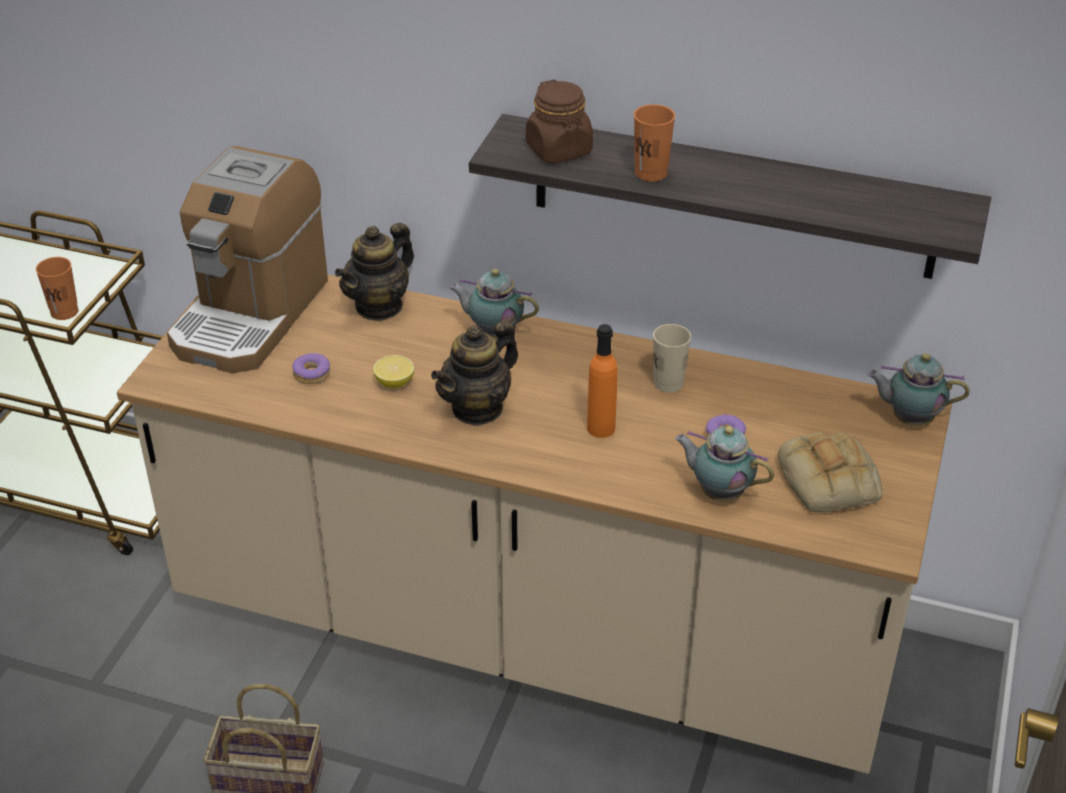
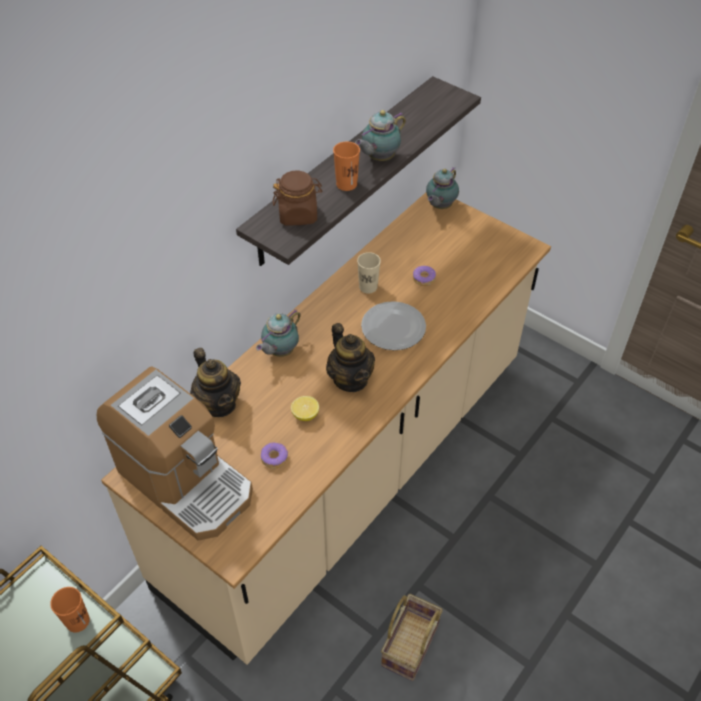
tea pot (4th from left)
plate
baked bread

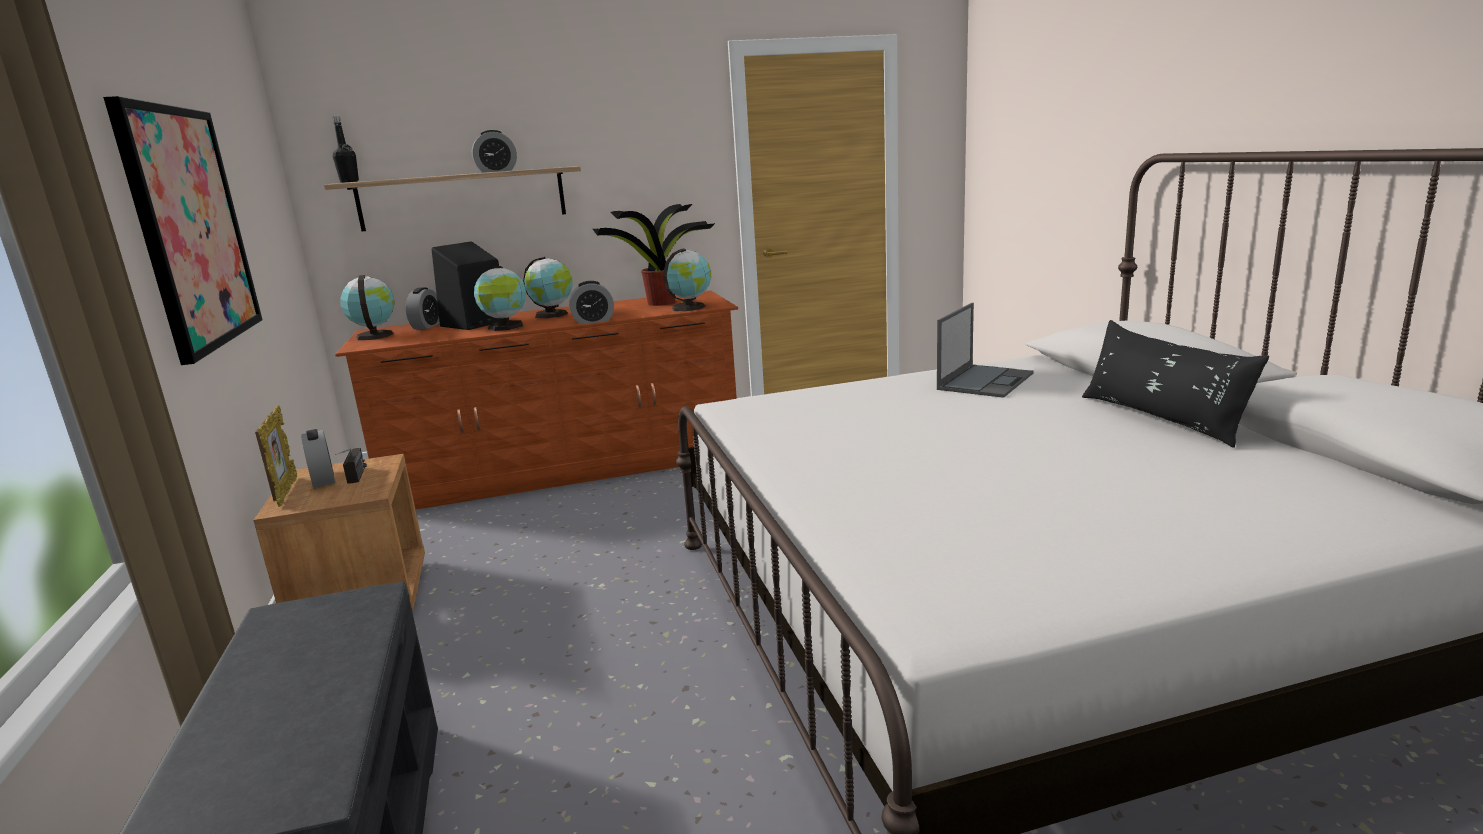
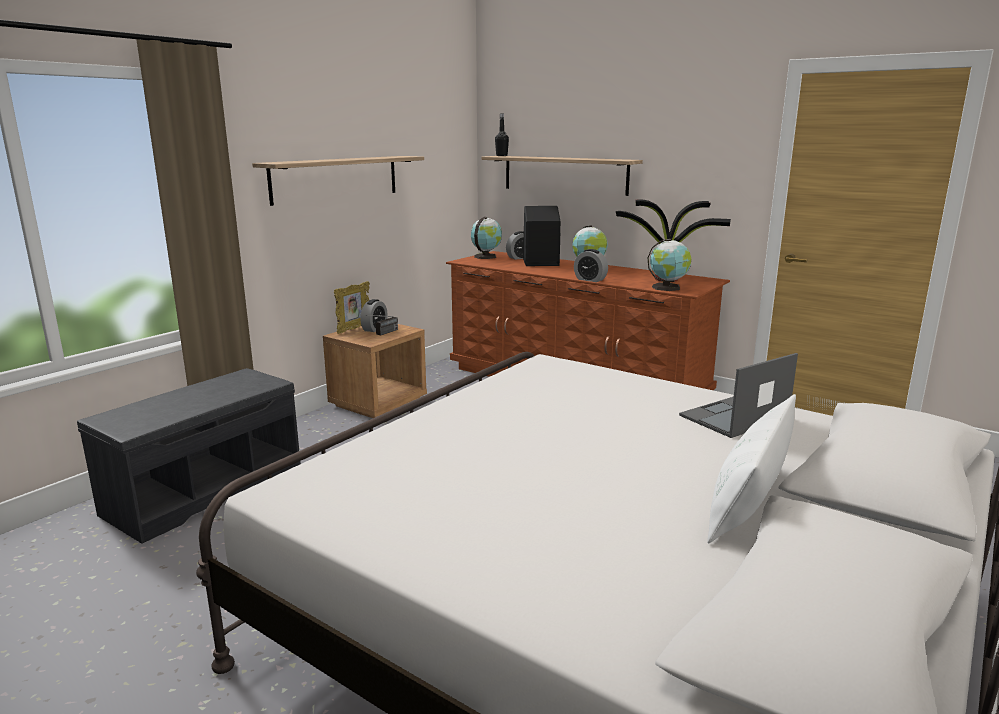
wall shelf (1st from left)
portable computer
white-coloured pillow
bedside clock (3rd from left in the first image)
globe (2nd from left in the first image)

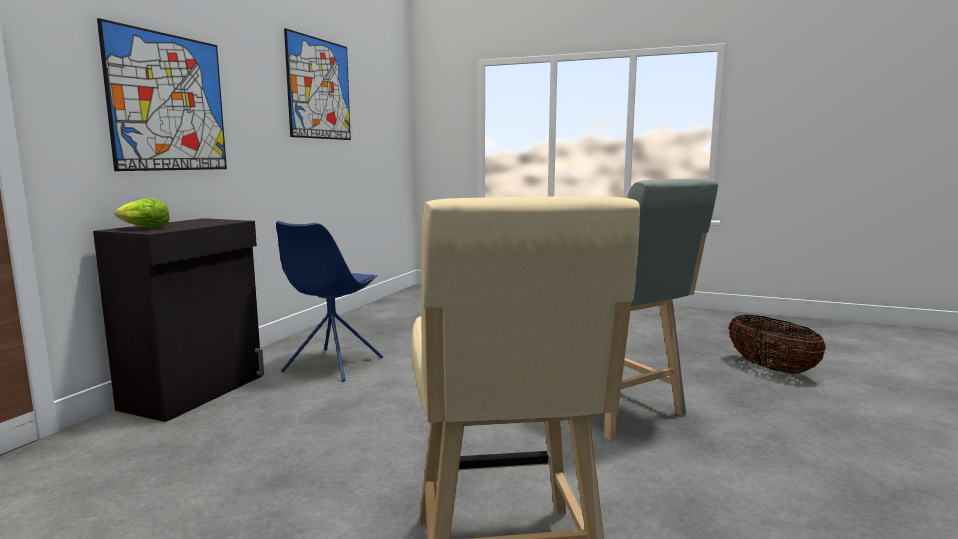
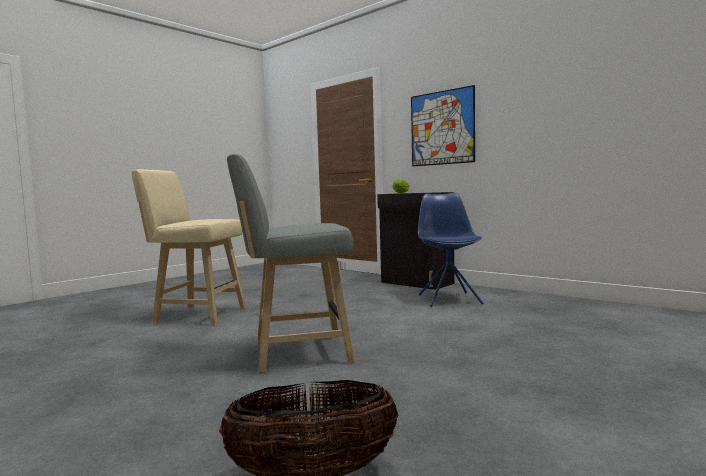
bluish plain chair
wall picture (2nd from left in the first image)

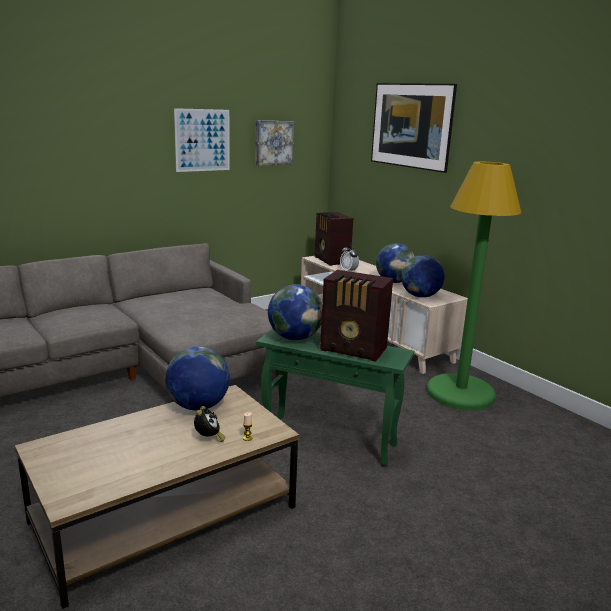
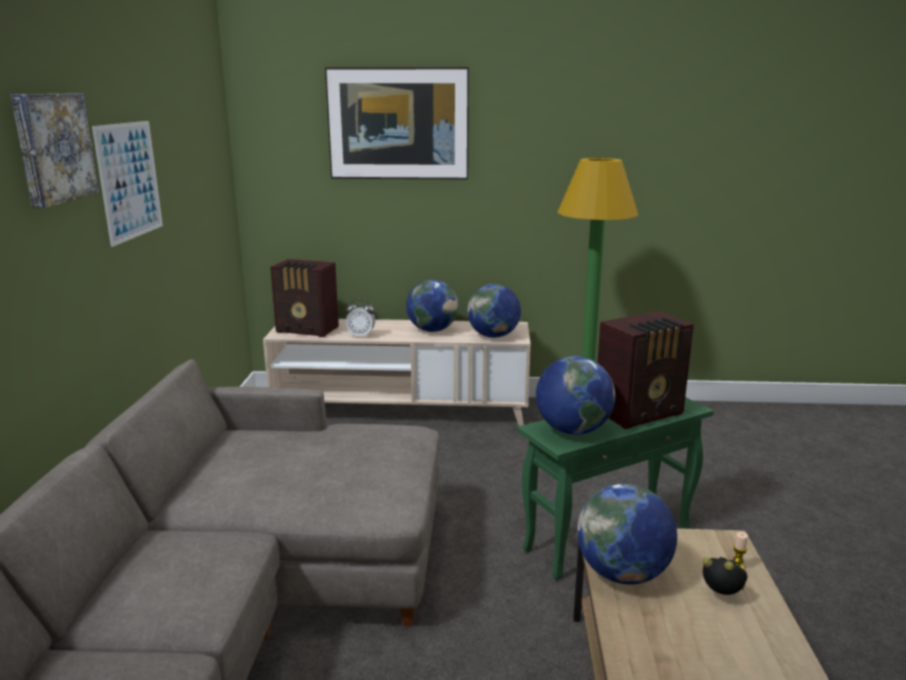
wall picture (1st from left)

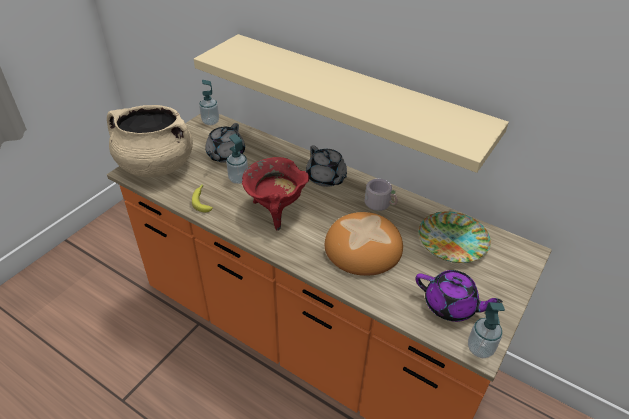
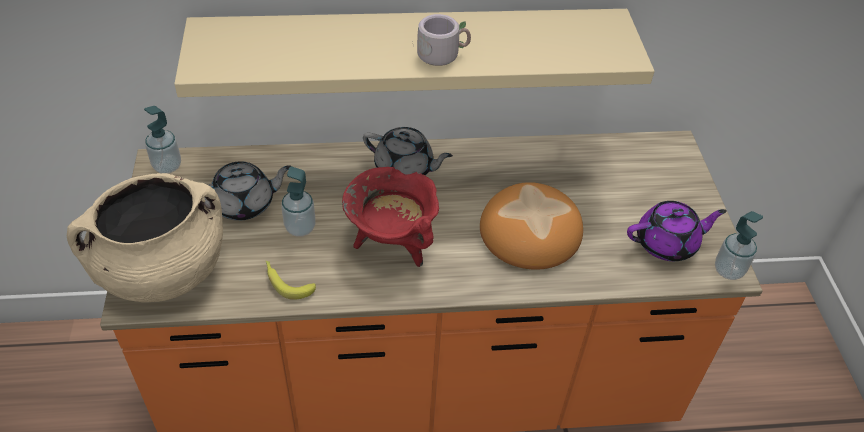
greyish tea pot (1st from left)
greyish tea mug
plate

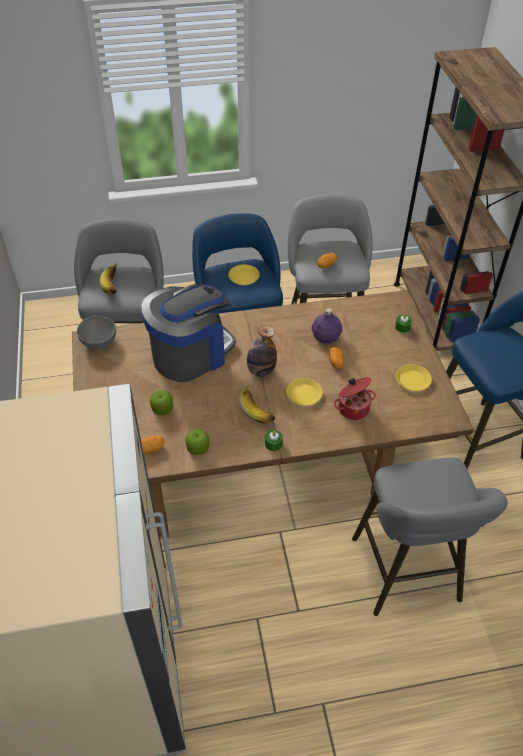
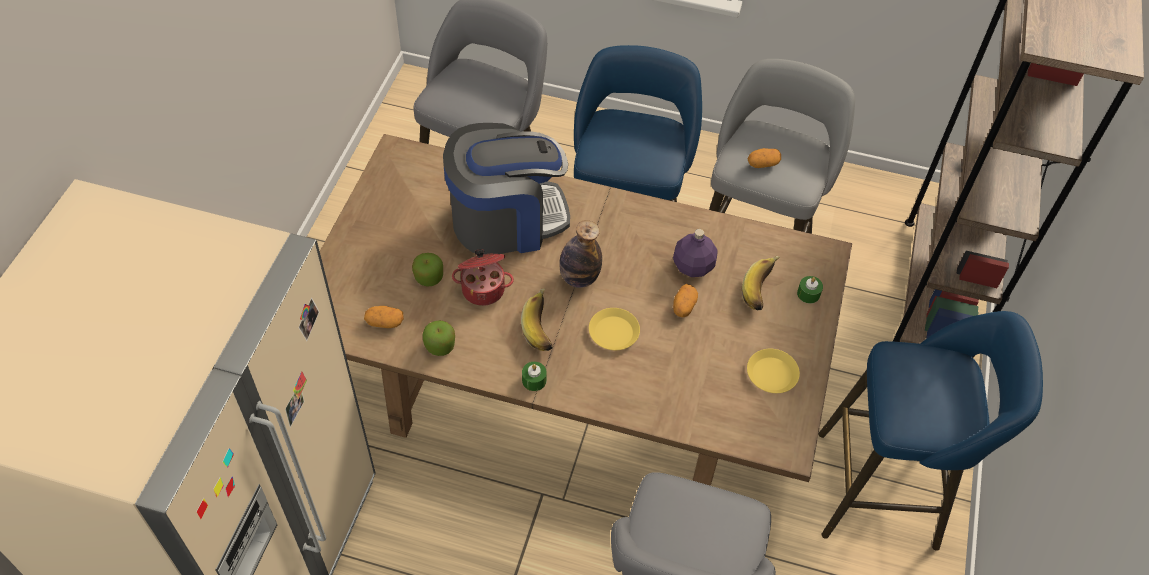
cooking pot
banana fruit (2nd from left)
greyish bowl
yellow plate (1st from left in the first image)

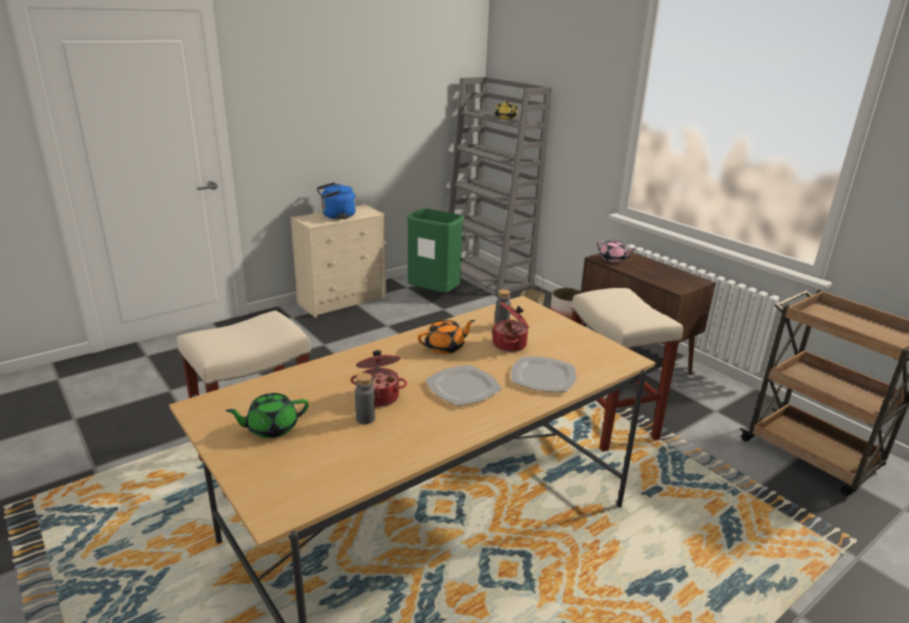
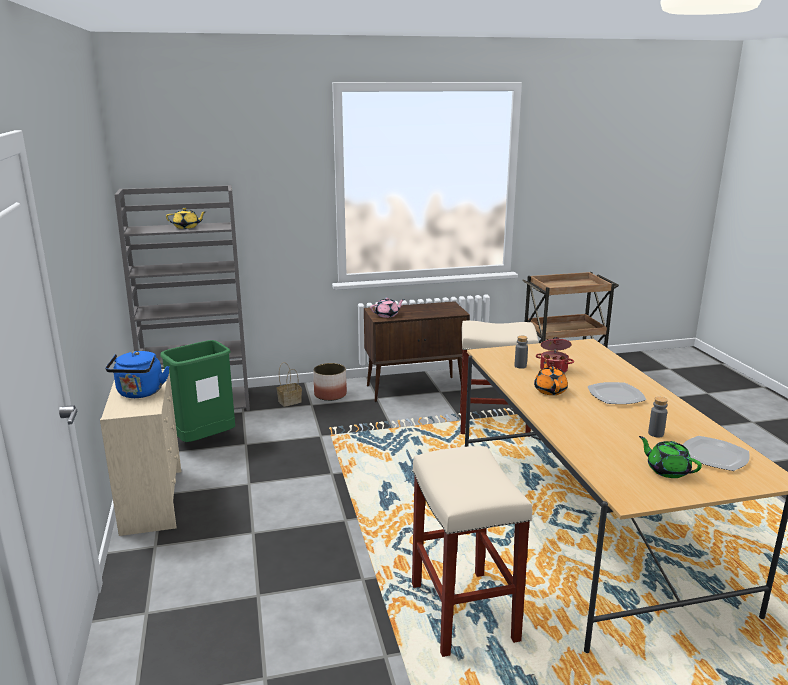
green tea pot
plate (2nd from left)
cooking pot (1st from left in the first image)

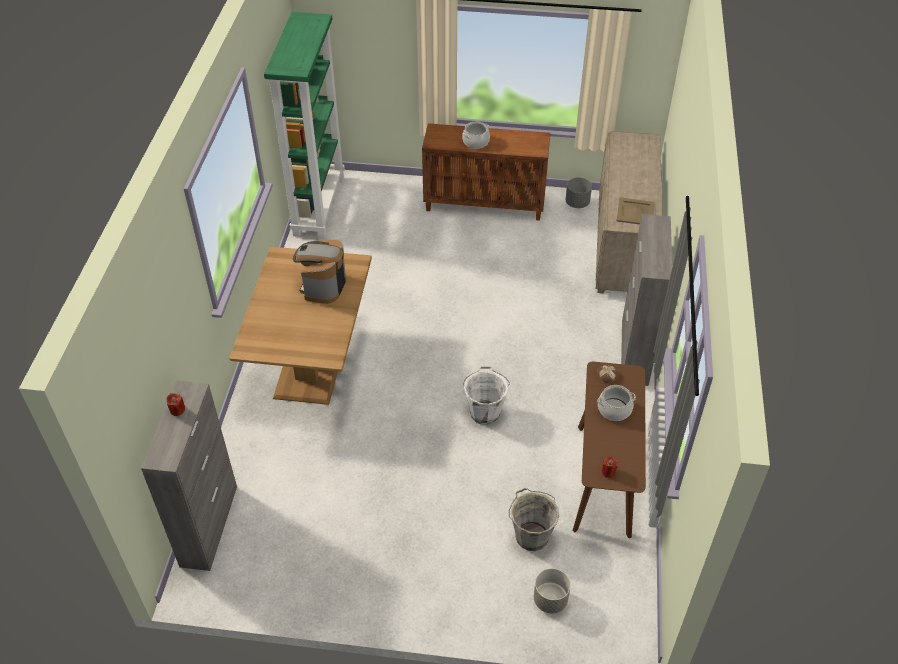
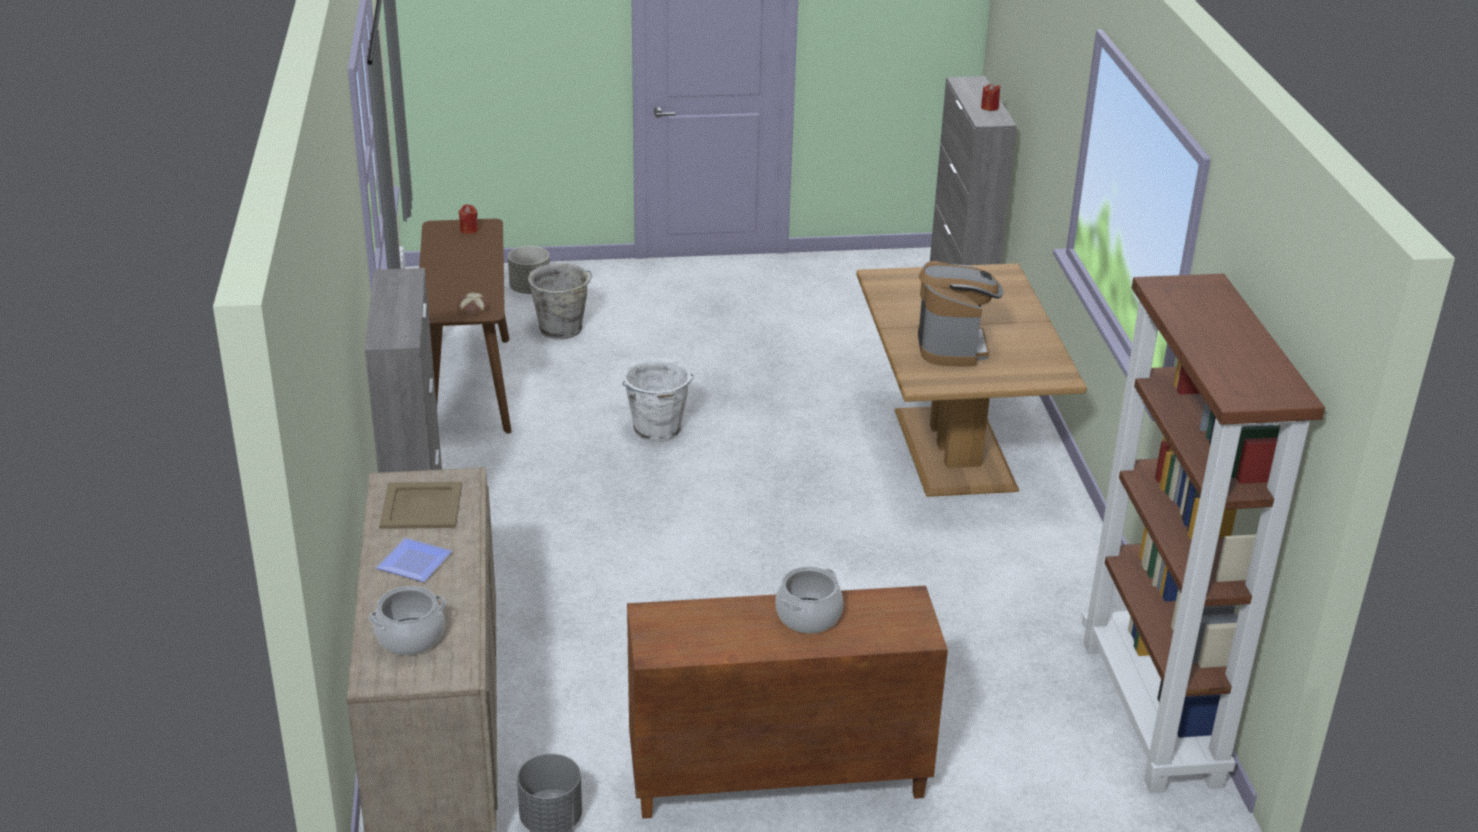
cooking pot (1st from left)
plate
brownish bookcase

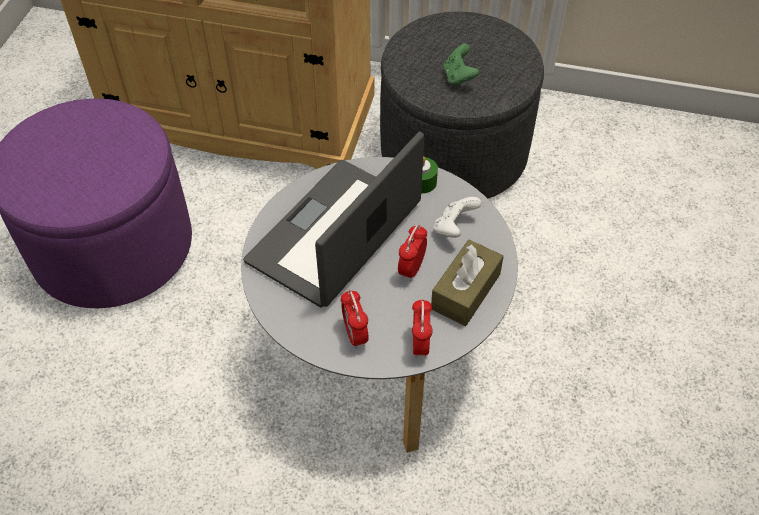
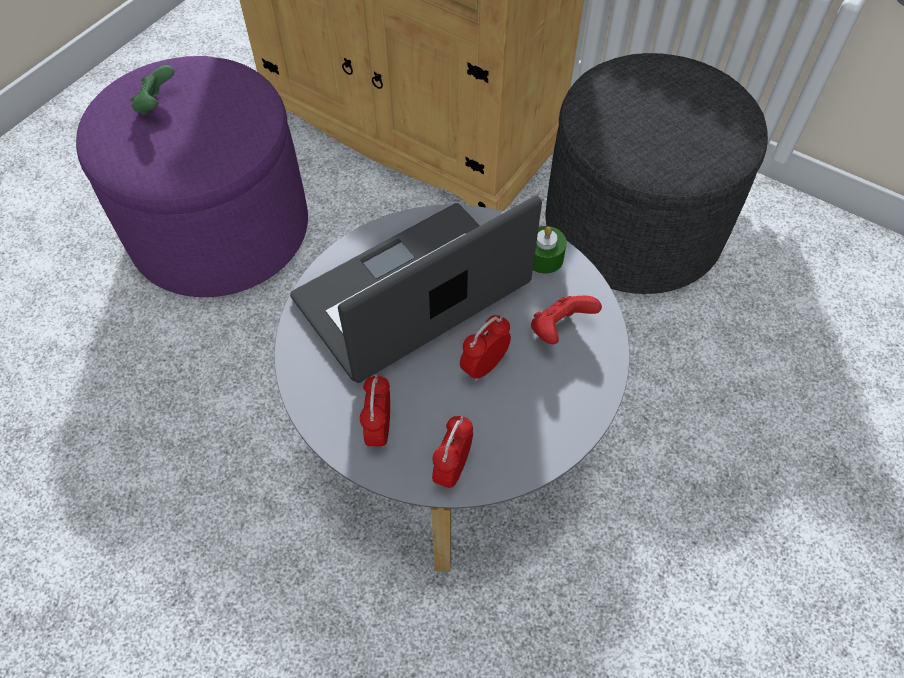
green game controller
red-coloured game controller
brownish tissue box

